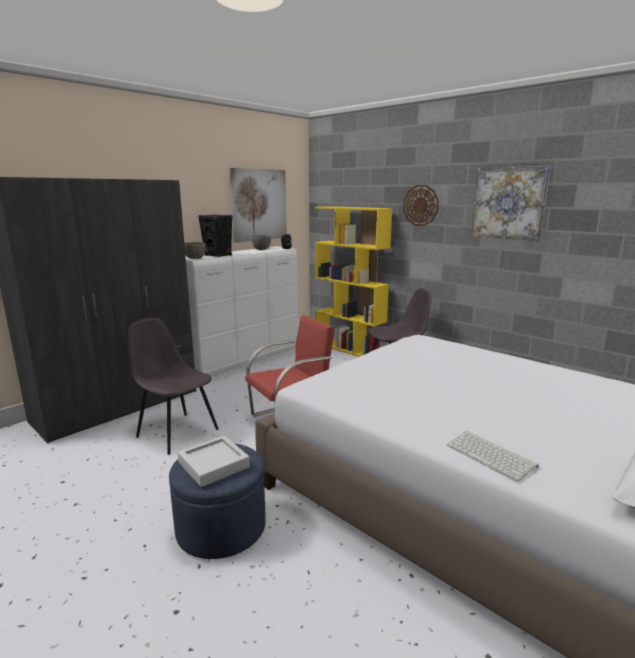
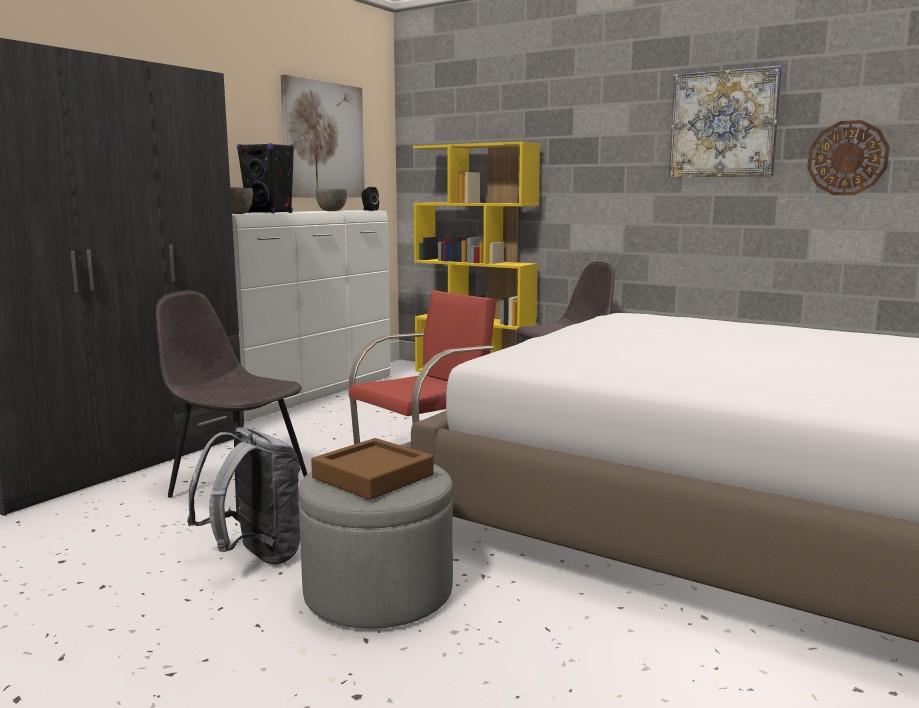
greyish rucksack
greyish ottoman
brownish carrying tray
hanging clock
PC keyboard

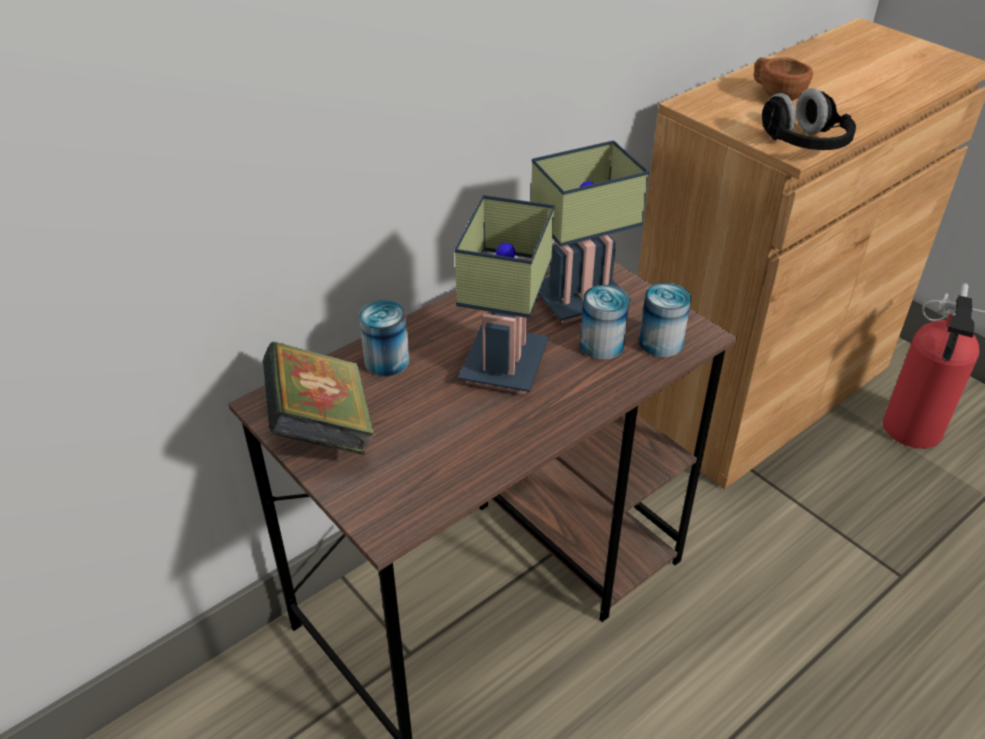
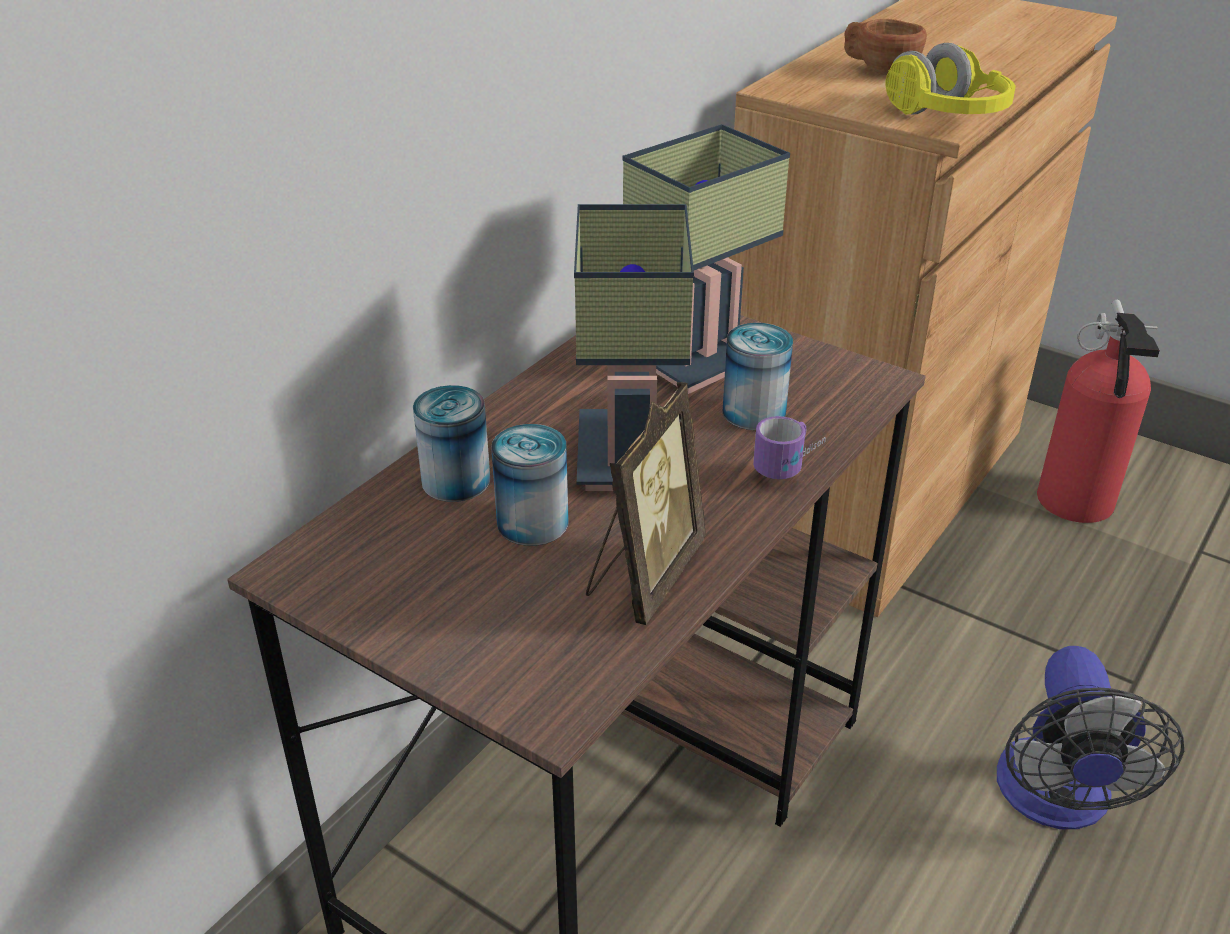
can (2nd from left)
picture frame
tea mug
yellow headphones
fan
book

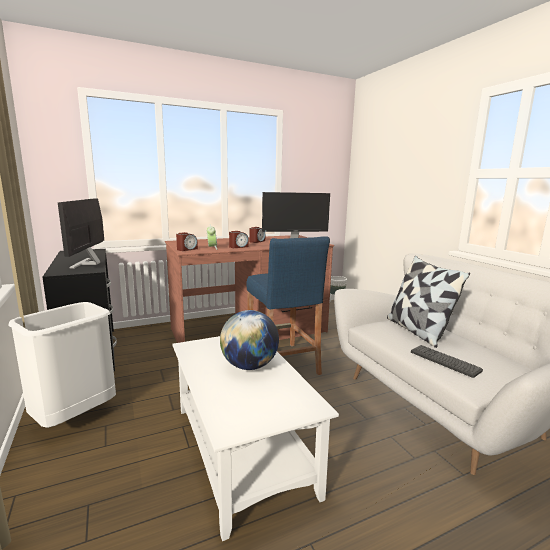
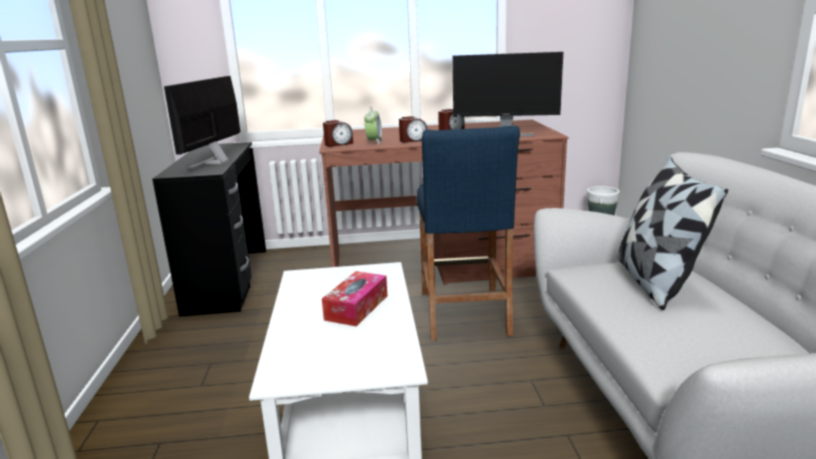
tissue box
white-coloured waste bin
PC keyboard

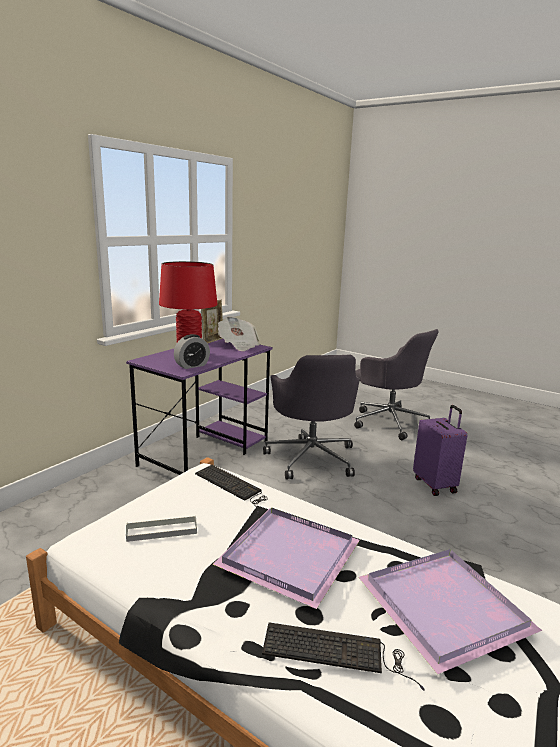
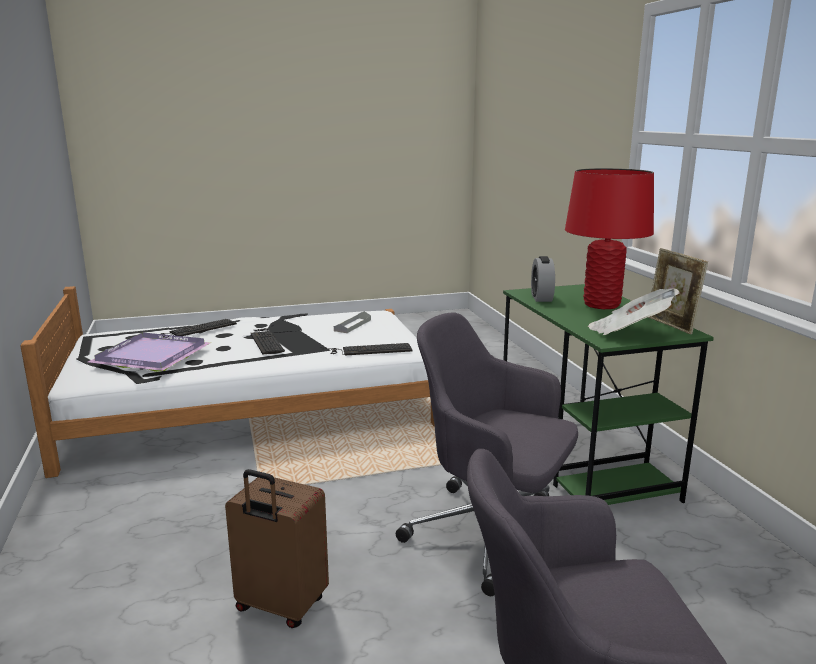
brownish travel case
PC keyboard (2nd from left)
green desk table

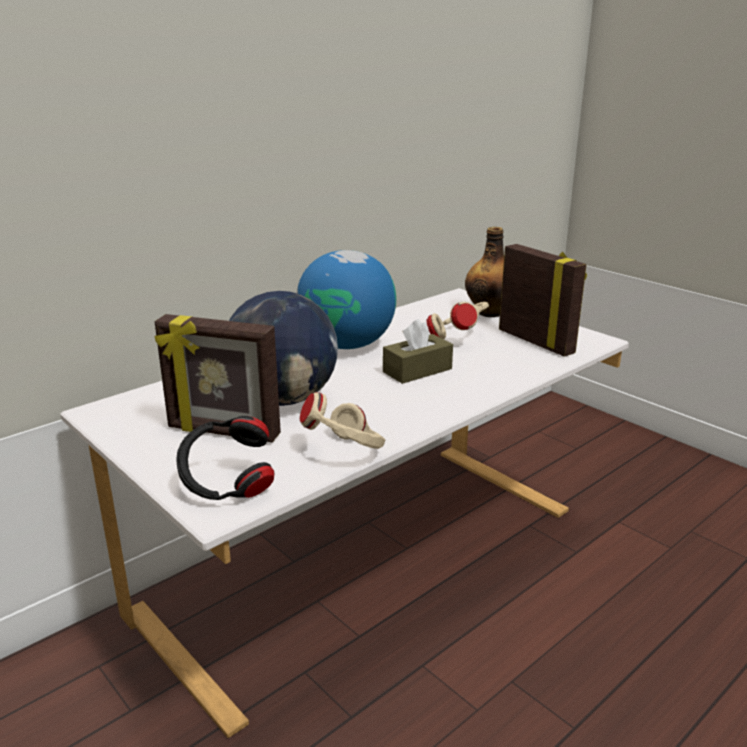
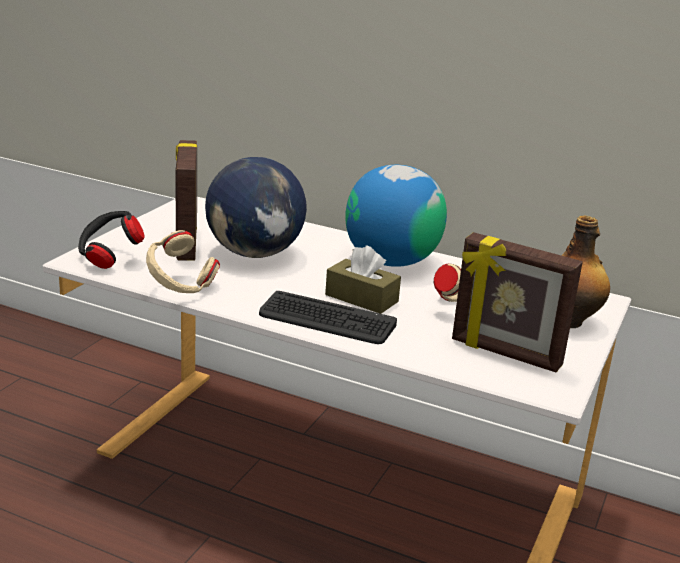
PC keyboard
picture frame (2nd from left)

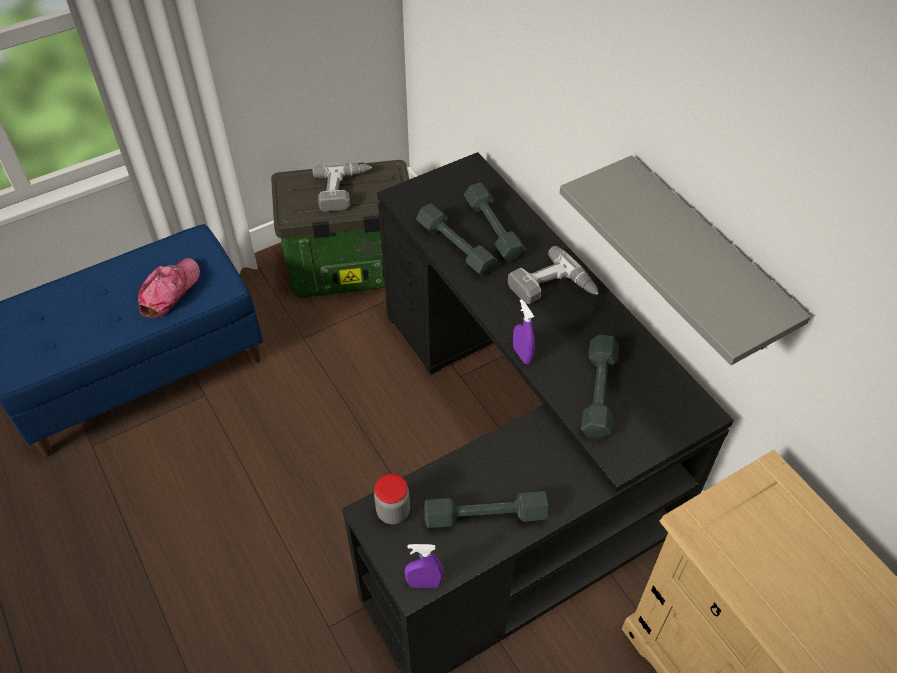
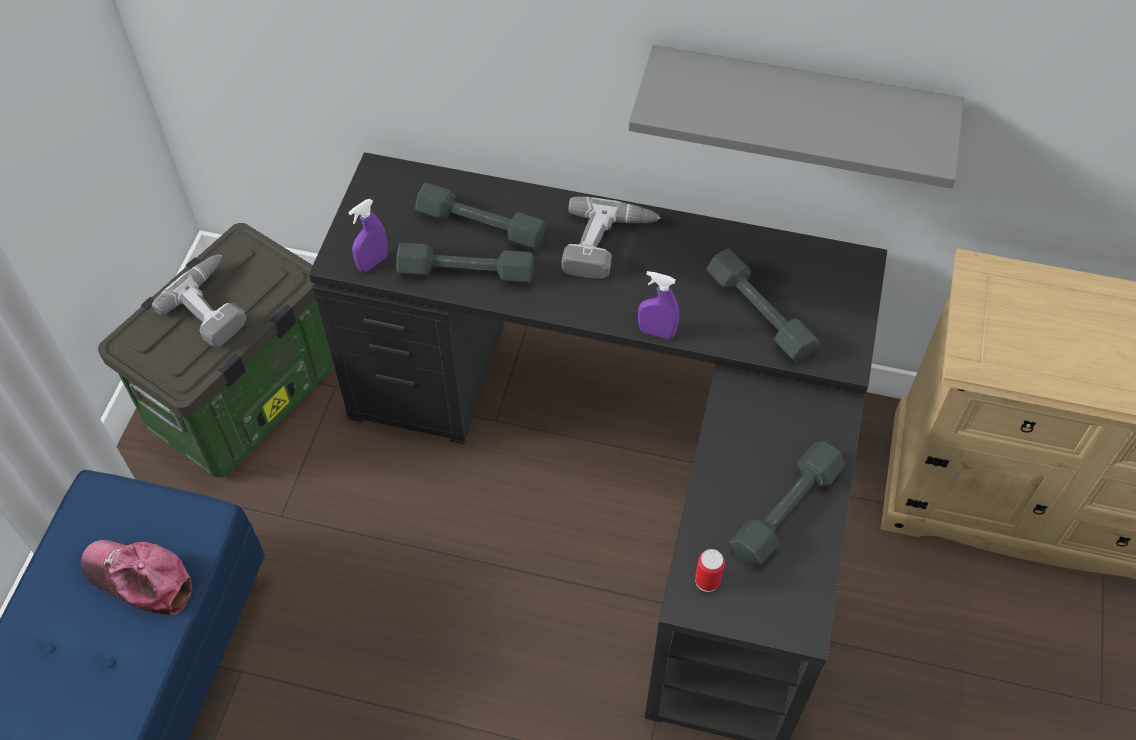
peaked cap
purple-coloured sprayer (1st from left)
can

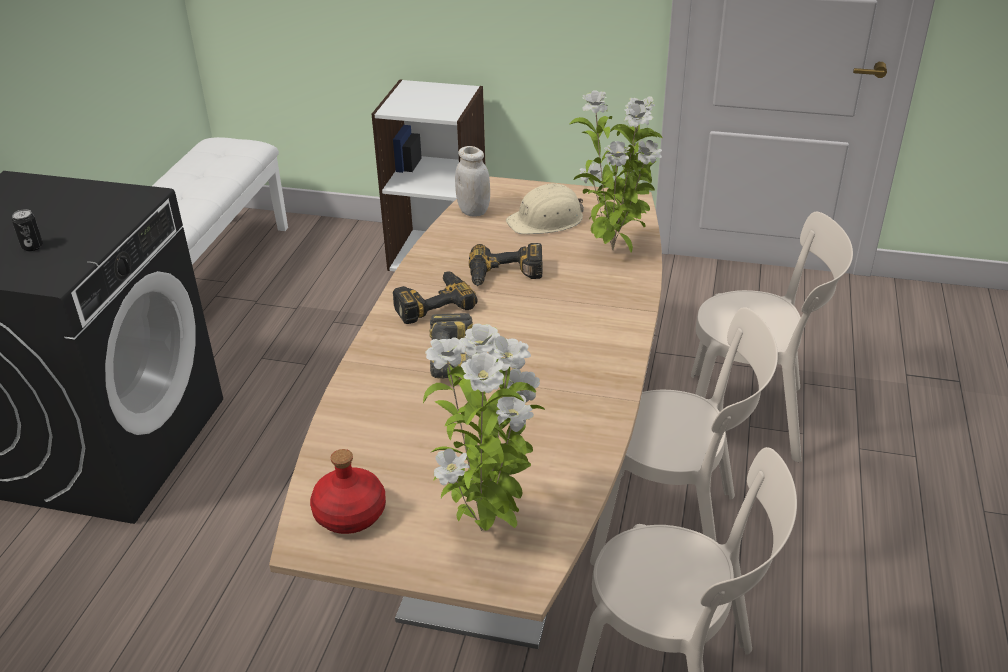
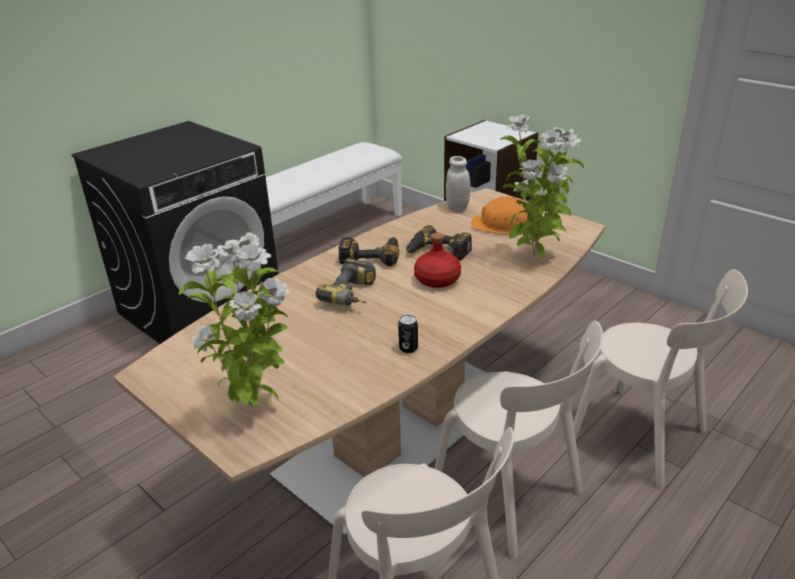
can
red-coloured beverage bottle
orangey work helmet

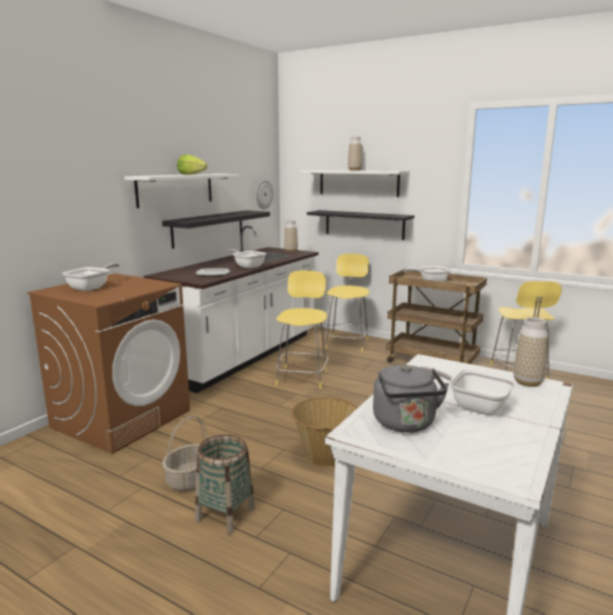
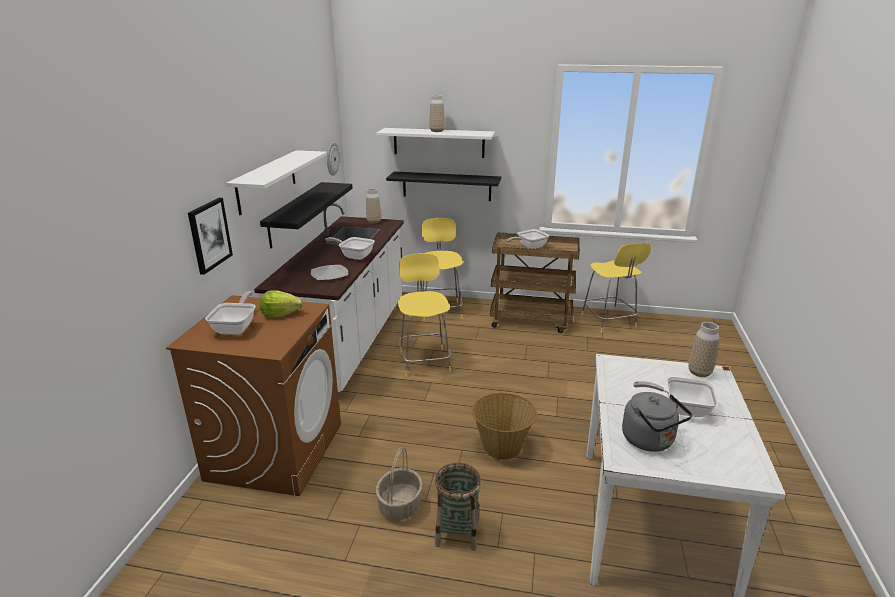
wall picture
head of lettuce

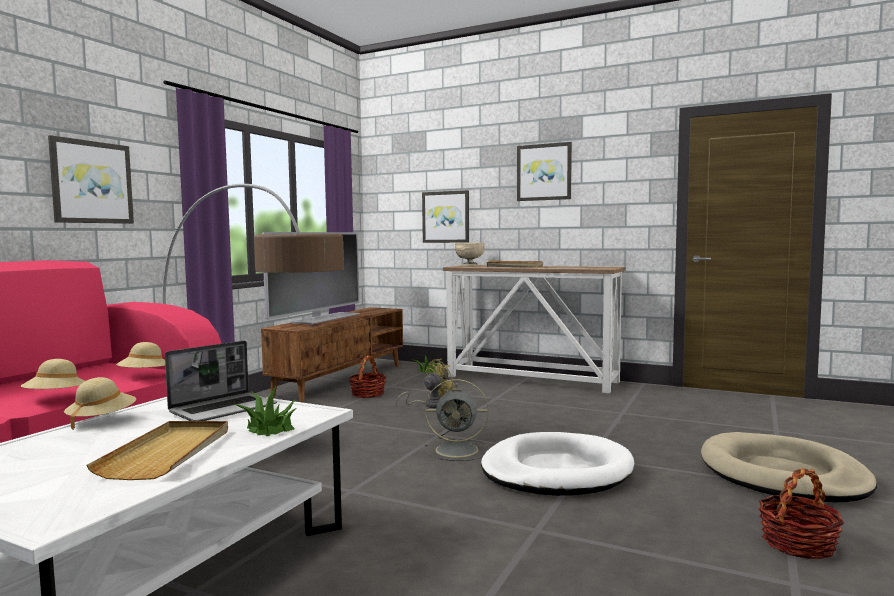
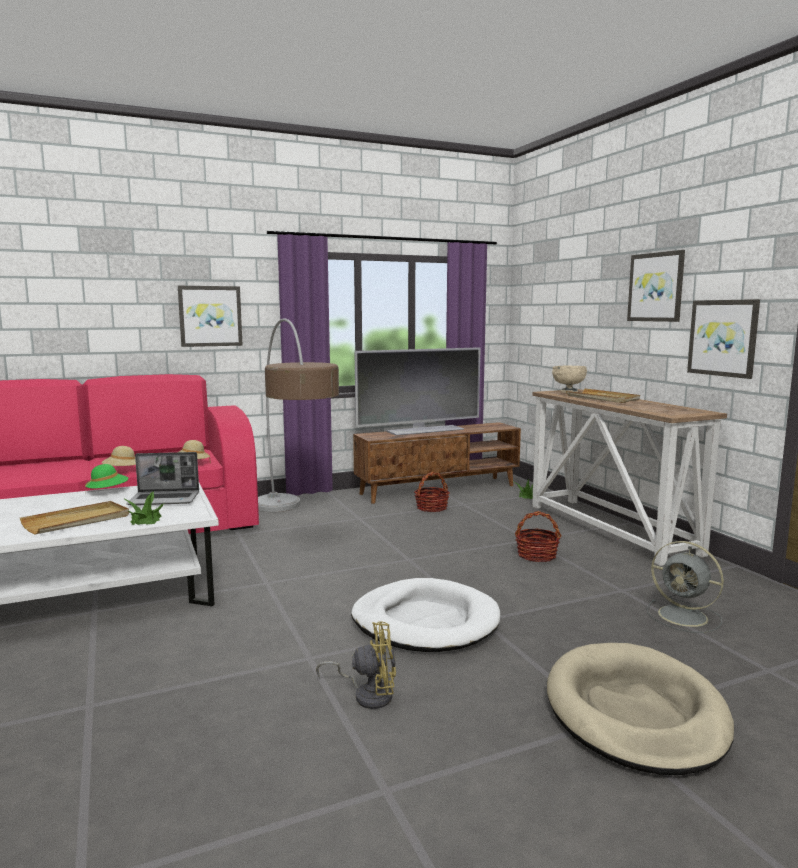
green hat
yellow fan
household basket (2nd from left)
greyish fan
wall picture (3rd from left)

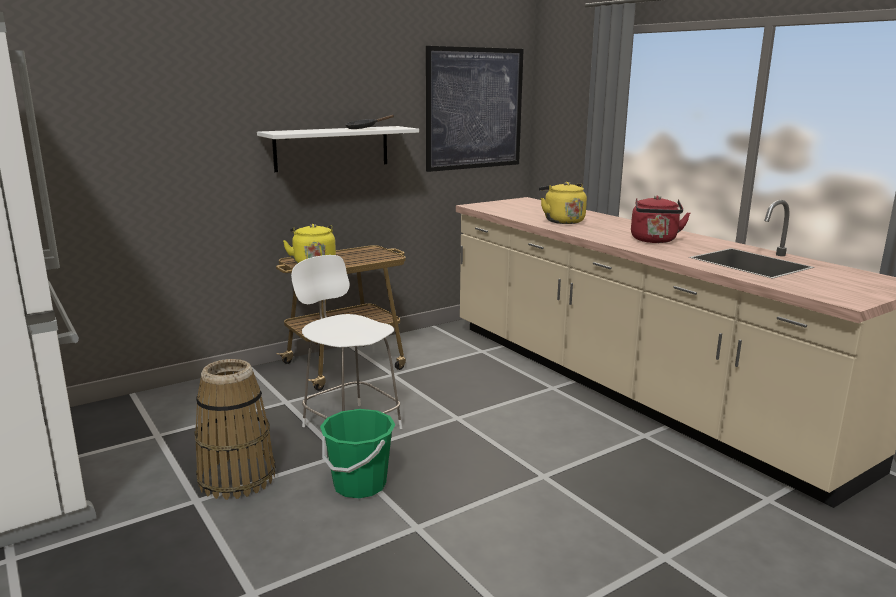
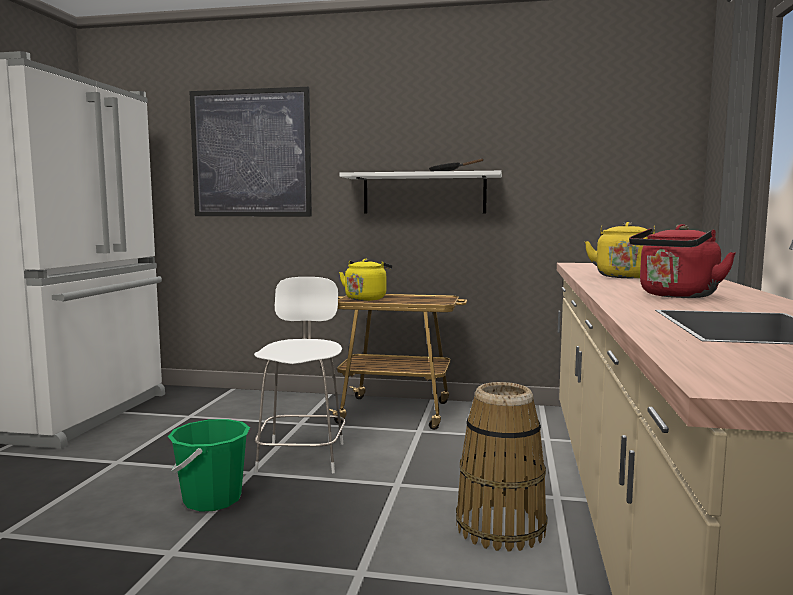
wall picture
household basket

